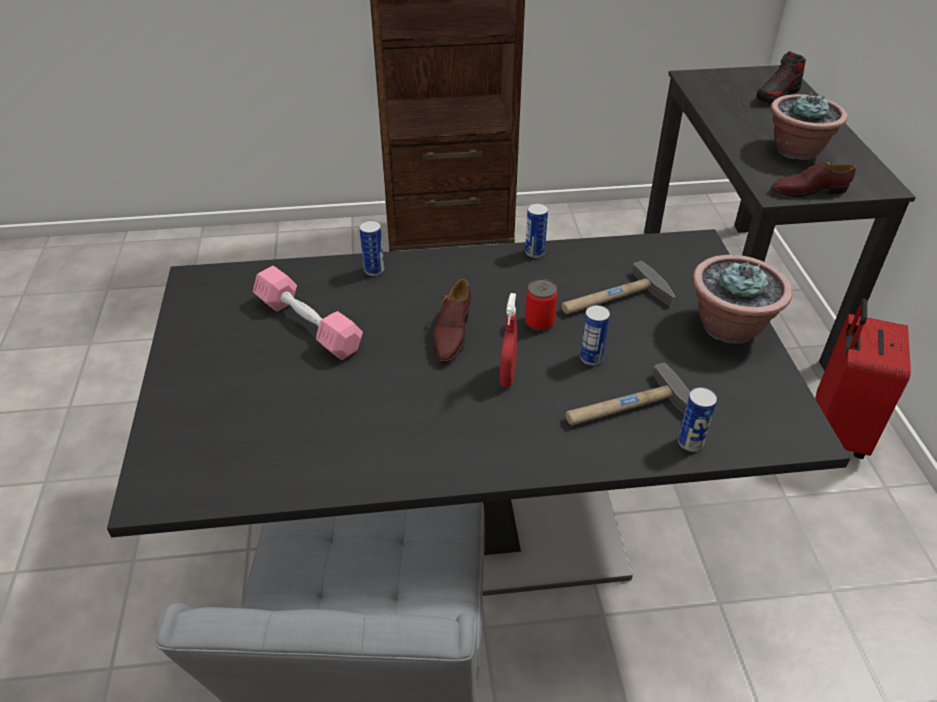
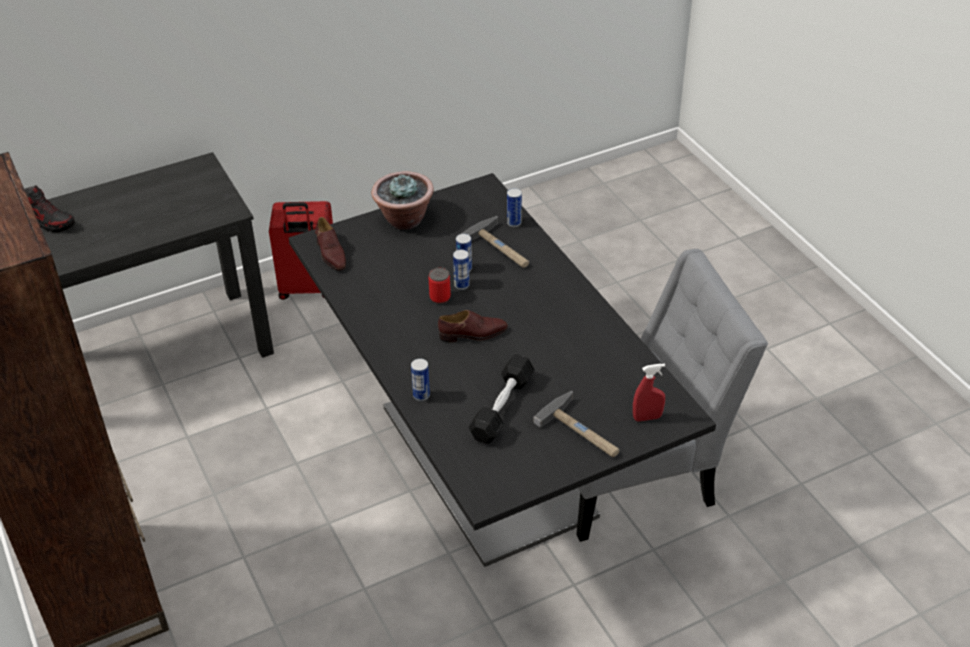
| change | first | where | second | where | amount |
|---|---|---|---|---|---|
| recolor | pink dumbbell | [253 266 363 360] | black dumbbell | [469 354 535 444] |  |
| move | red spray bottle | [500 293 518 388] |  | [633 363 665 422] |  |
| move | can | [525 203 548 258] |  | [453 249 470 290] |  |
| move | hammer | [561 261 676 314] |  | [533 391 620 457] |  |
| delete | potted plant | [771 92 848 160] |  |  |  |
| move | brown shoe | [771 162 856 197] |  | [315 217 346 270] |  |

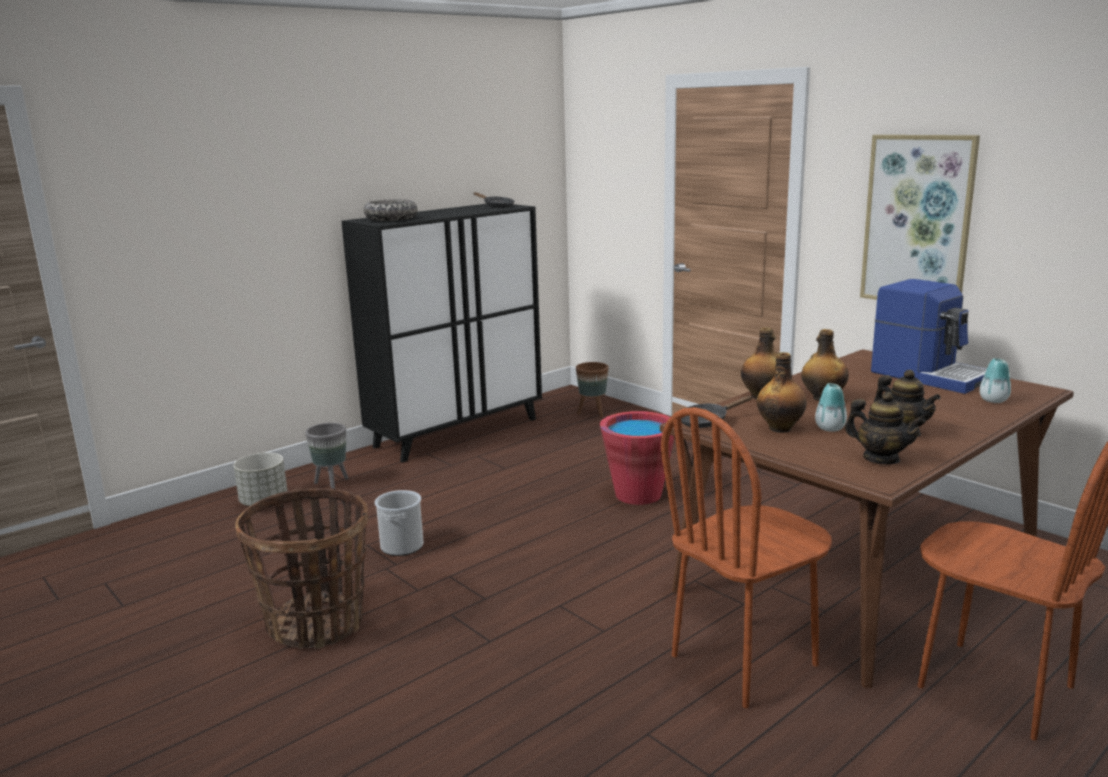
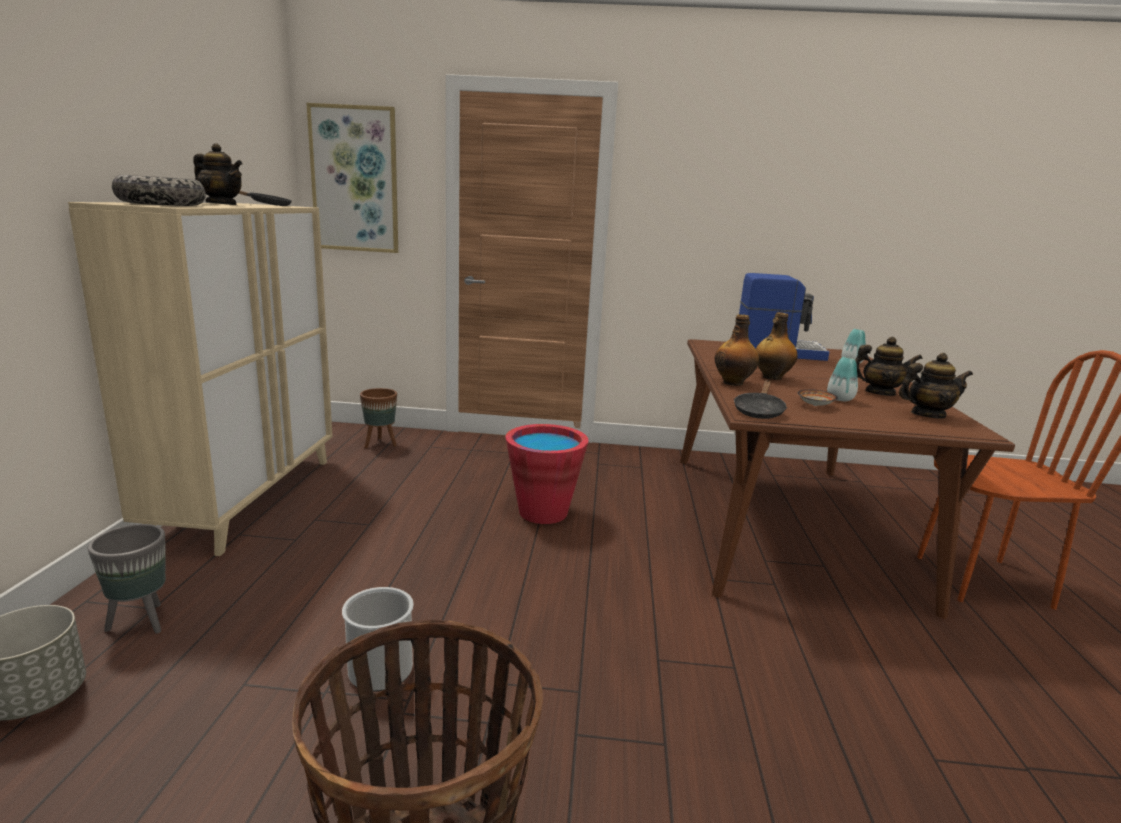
| change | first | where | second | where | amount |
|---|---|---|---|---|---|
| recolor | black cabinet | [342 204 542 463] | beige cabinet | [68 202 333 556] |  |
| delete | brown chair | [661 407 832 708] |  |  |  |
| replace | bottle | [757 352 807 433] | bowl | [798 389 838 406] |  |
| move | picture | [860 135 980 300] |  | [307 103 398 253] |  |
| insert |  |  | teapot | [193 143 242 205] |  |

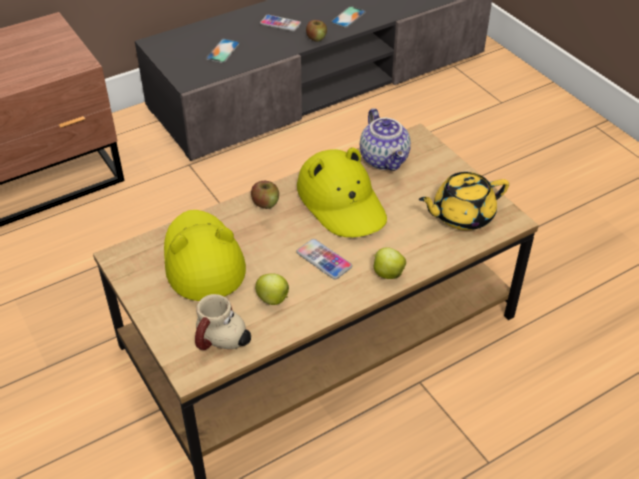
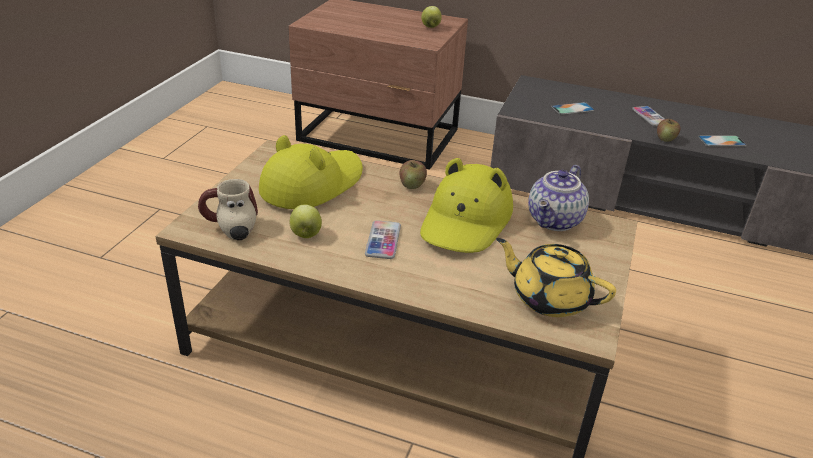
| change | first | where | second | where | amount |
|---|---|---|---|---|---|
| move | apple | [373 247 406 279] |  | [421 6 442 28] |  |

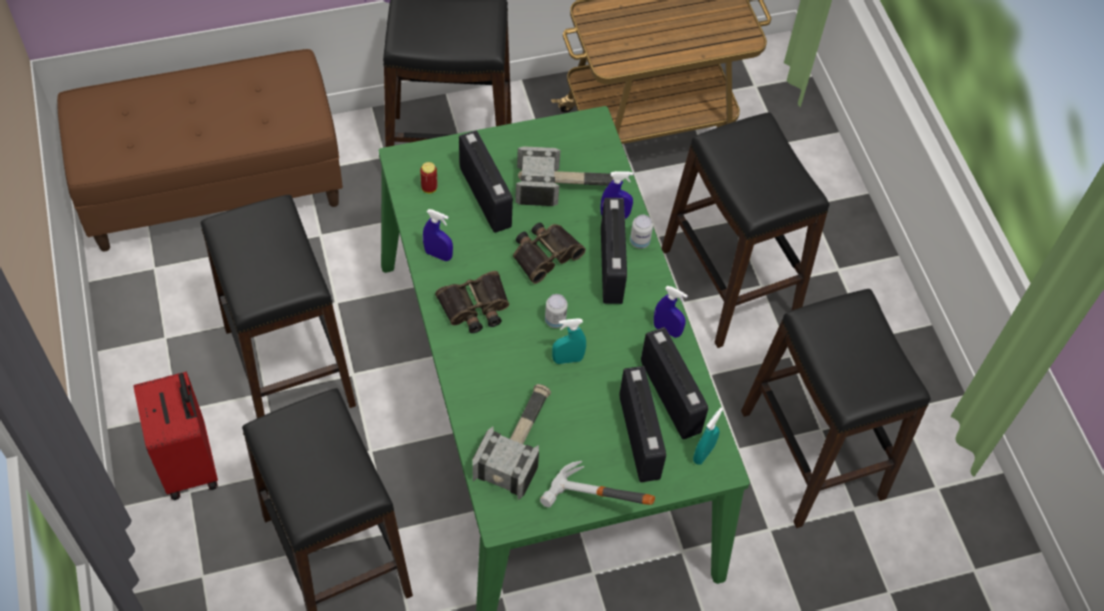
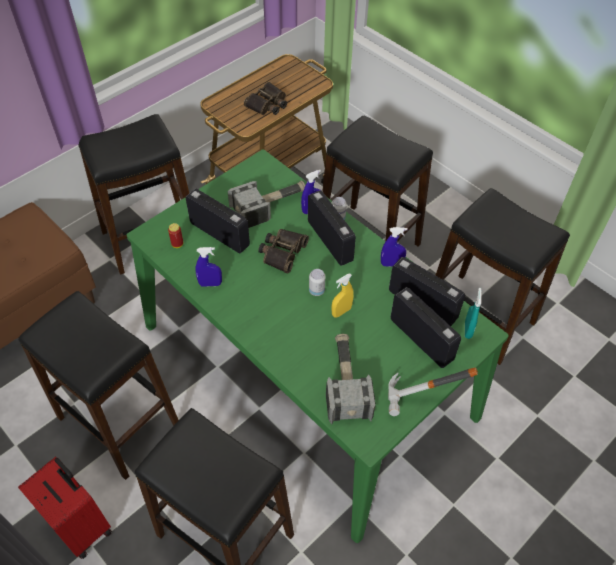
| change | first | where | second | where | amount |
|---|---|---|---|---|---|
| move | binoculars | [435 271 509 333] |  | [244 82 287 115] |  |
| recolor | turquoise spray bottle | [552 318 586 364] | yellow spray bottle | [331 274 354 318] |  |

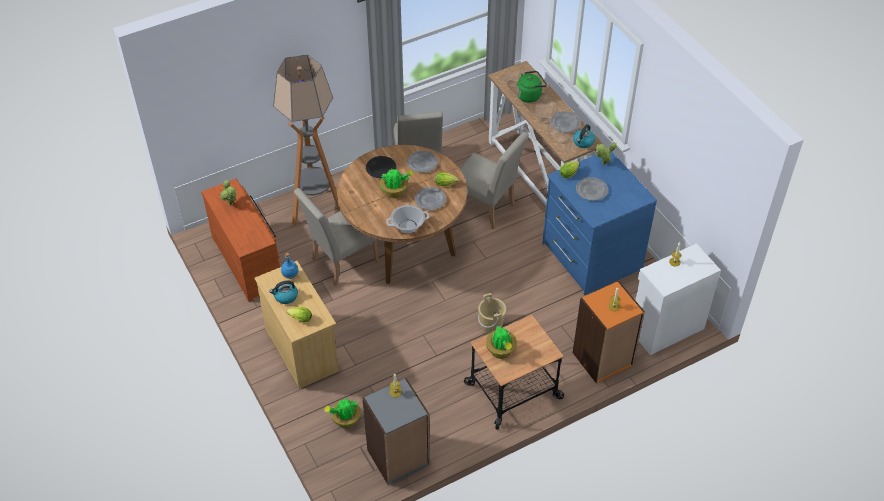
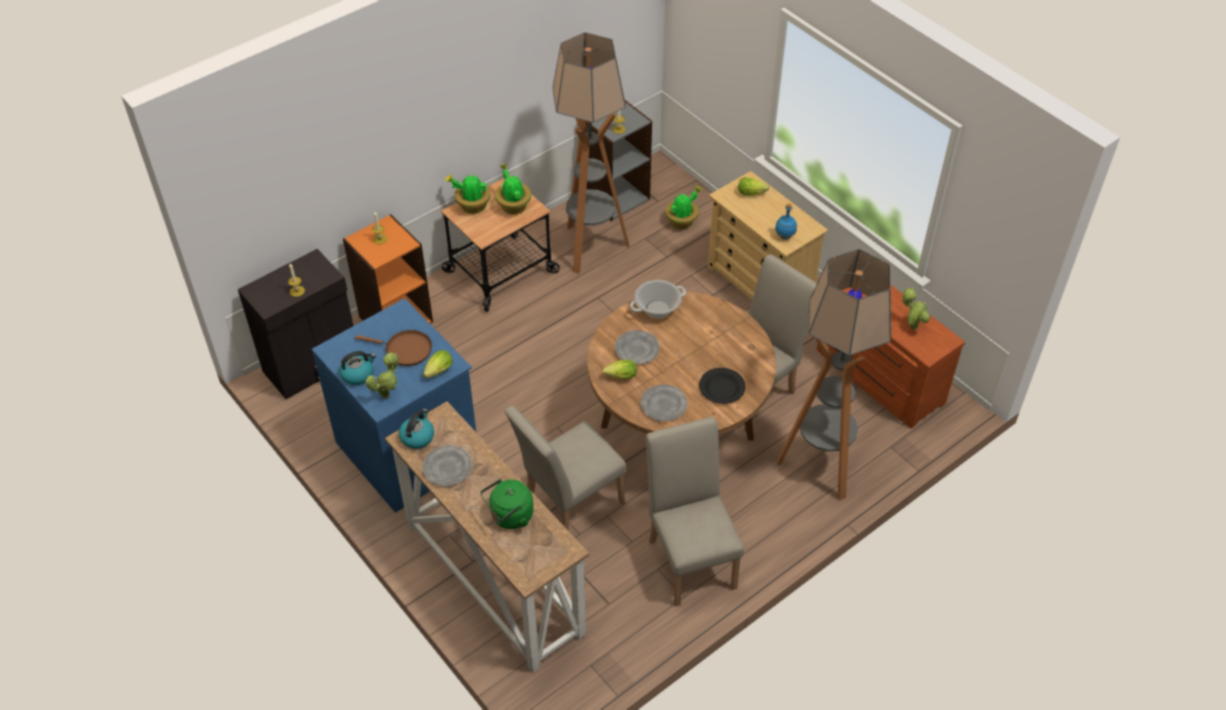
| change | first | where | second | where | amount |
|---|---|---|---|---|---|
| move | kettle | [269 280 298 304] |  | [339 351 376 385] |  |
| move | potted plant | [380 168 414 198] |  | [445 174 491 214] |  |
| rotate | beige chair | [459 132 529 229] |  | [504 406 626 530] | 60 degrees counterclockwise |
| delete | beige bucket | [478 293 506 333] |  |  |  |
| replace | grey plate | [576 177 608 201] | brown frying pan | [355 330 432 366] |  |
| recolor | white cabinet | [635 244 721 355] | black cabinet | [238 249 354 399] |  |
| insert |  |  | floor lamp | [552 32 630 273] |  |

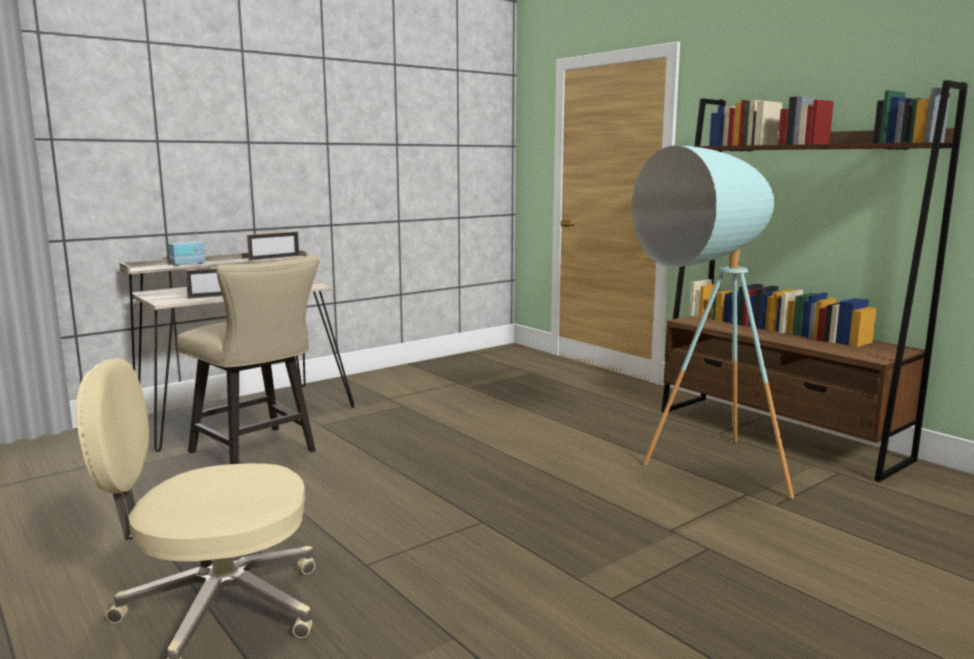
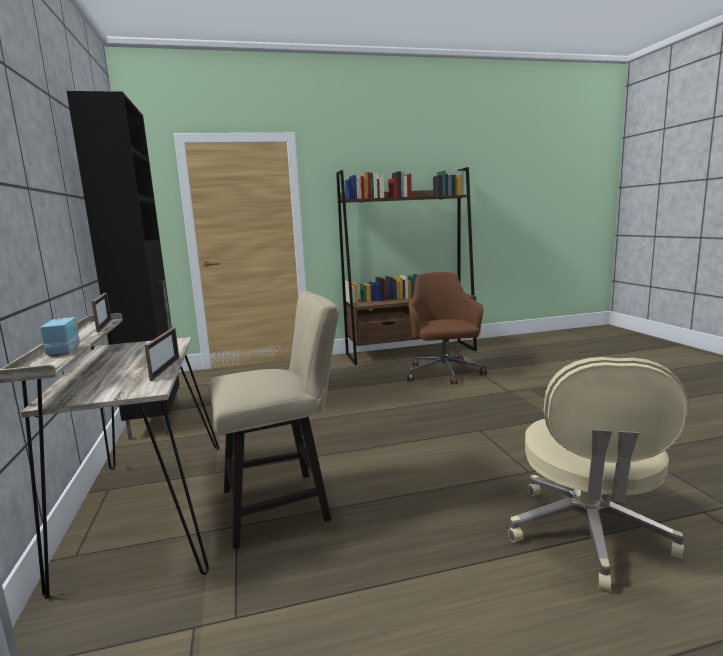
| change | first | where | second | where | amount |
|---|---|---|---|---|---|
| replace | turquoise floor lamp | [632 146 794 498] | brown office chair | [407 272 487 385] |  |
| insert |  |  | black cabinet | [67 91 180 440] |  |

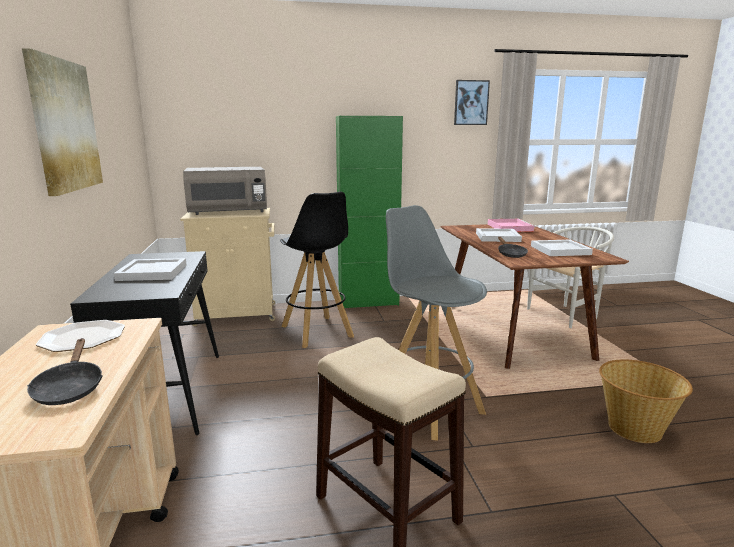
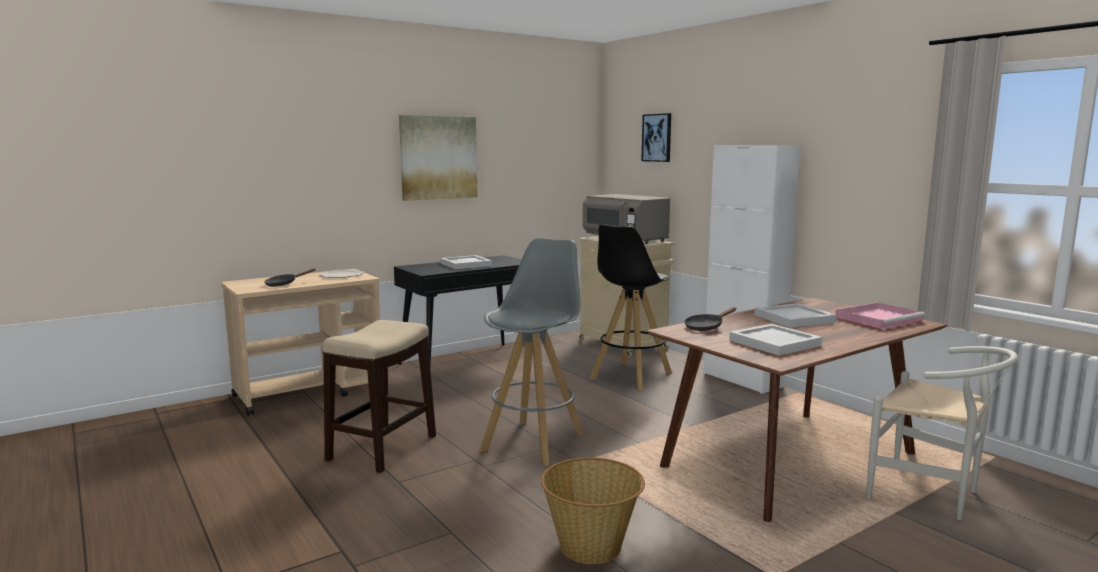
| change | first | where | second | where | amount |
|---|---|---|---|---|---|
| recolor | green cabinet | [336 116 403 308] | white cabinet | [704 145 801 394] |  |
| move | picture | [454 80 490 125] |  | [641 113 671 162] |  |

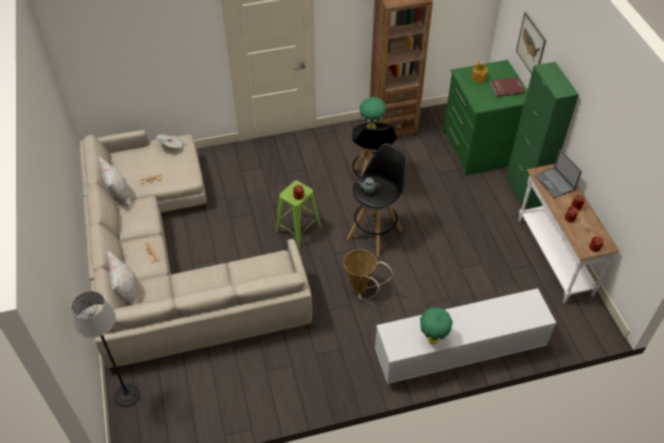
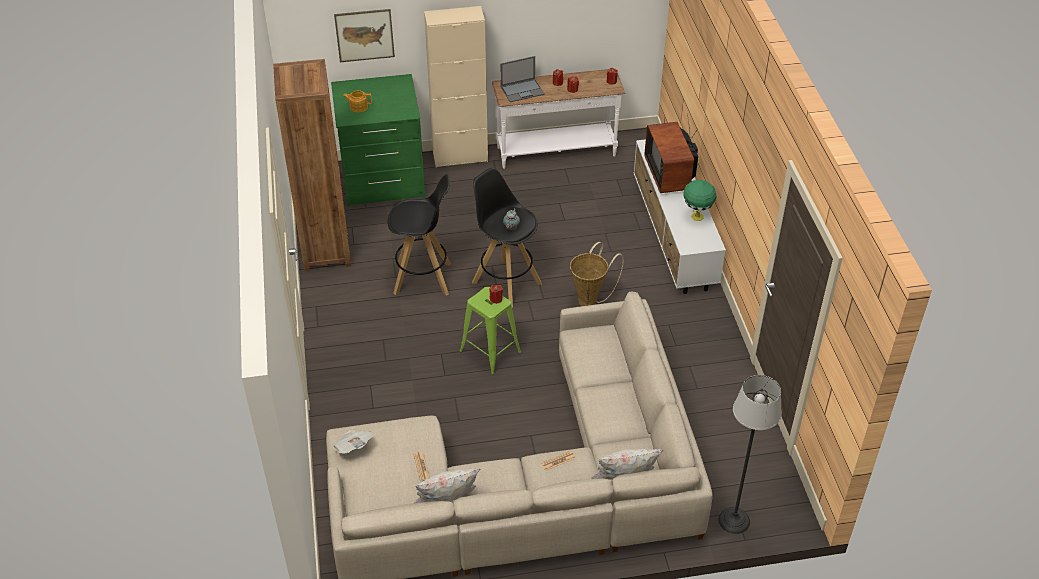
| change | first | where | second | where | amount |
|---|---|---|---|---|---|
| delete | green table lamp | [360 97 386 129] |  |  |  |
| delete | red book | [490 77 525 97] |  |  |  |
| recolor | green cabinet | [506 62 579 210] | beige cabinet | [424 6 488 168] |  |
| insert |  |  | television | [644 114 698 193] |  |

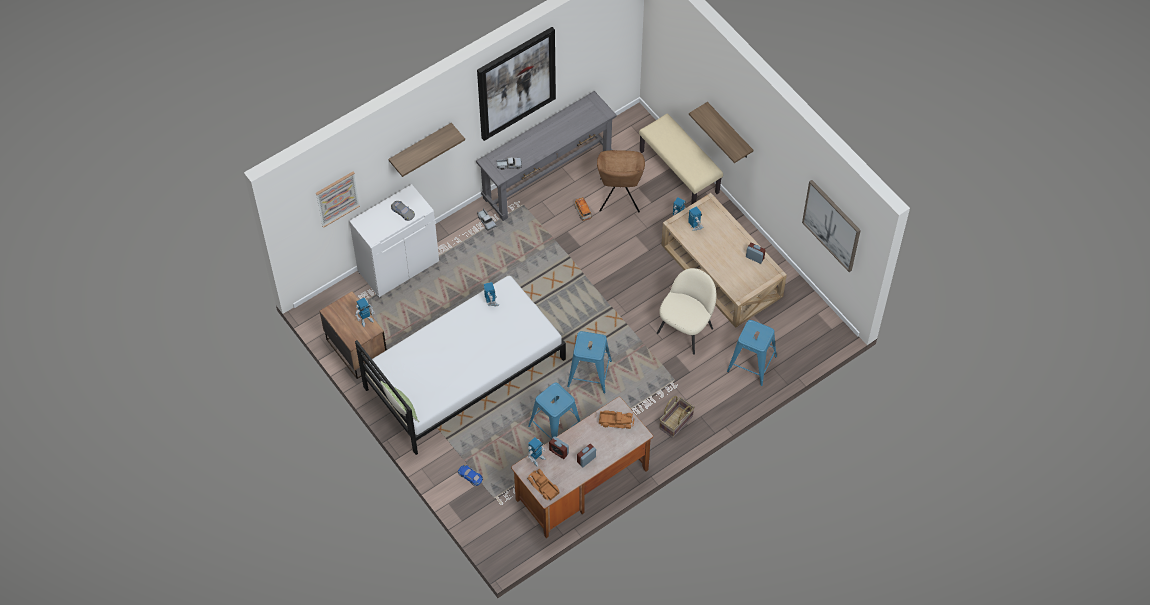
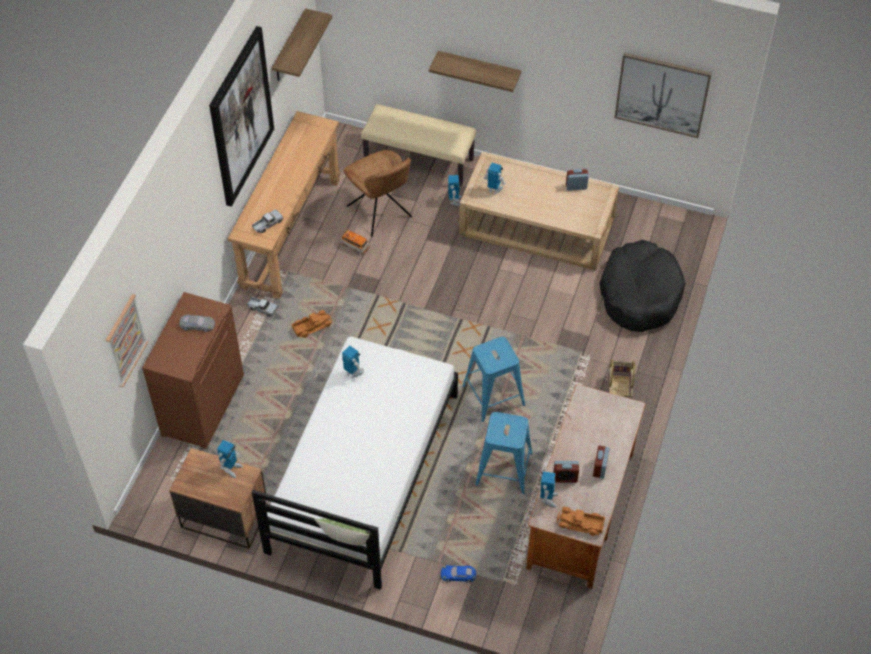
| change | first | where | second | where | amount |
|---|---|---|---|---|---|
| recolor | white cabinet | [349 184 439 297] | brown cabinet | [142 292 244 449] |  |
| move | shelf | [389 123 465 177] |  | [272 8 332 81] |  |
| recolor | grey console table | [476 91 617 221] | brown console table | [228 111 340 299] |  |
| move | toy truck | [599 410 634 429] |  | [292 310 332 338] |  |
| delete | beige chair | [657 268 716 355] |  |  |  |
| replace | blue stool | [727 320 777 386] | black dog bed | [599 240 686 332] |  |

